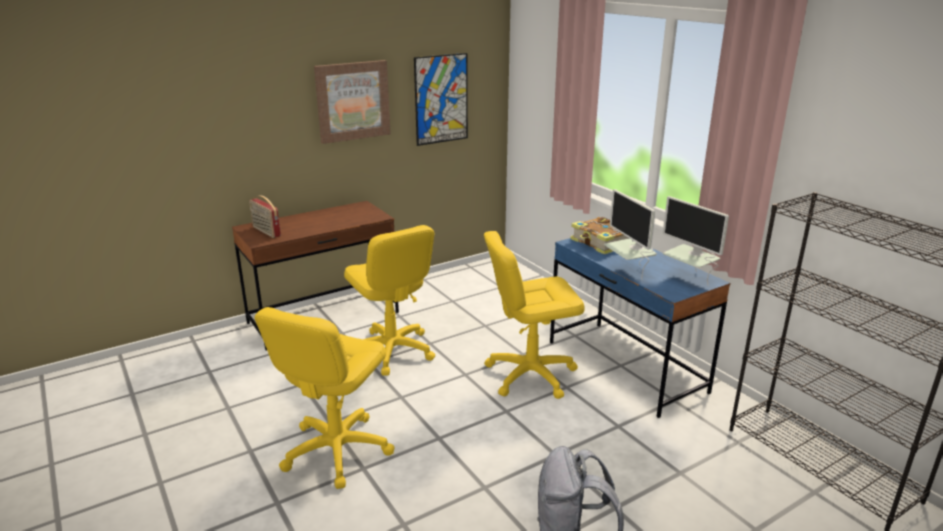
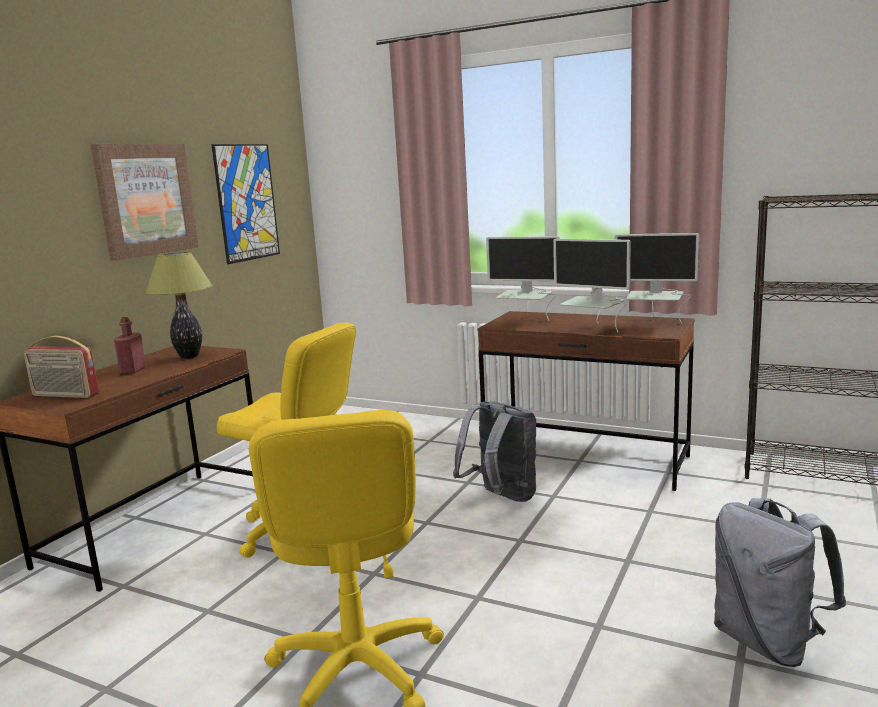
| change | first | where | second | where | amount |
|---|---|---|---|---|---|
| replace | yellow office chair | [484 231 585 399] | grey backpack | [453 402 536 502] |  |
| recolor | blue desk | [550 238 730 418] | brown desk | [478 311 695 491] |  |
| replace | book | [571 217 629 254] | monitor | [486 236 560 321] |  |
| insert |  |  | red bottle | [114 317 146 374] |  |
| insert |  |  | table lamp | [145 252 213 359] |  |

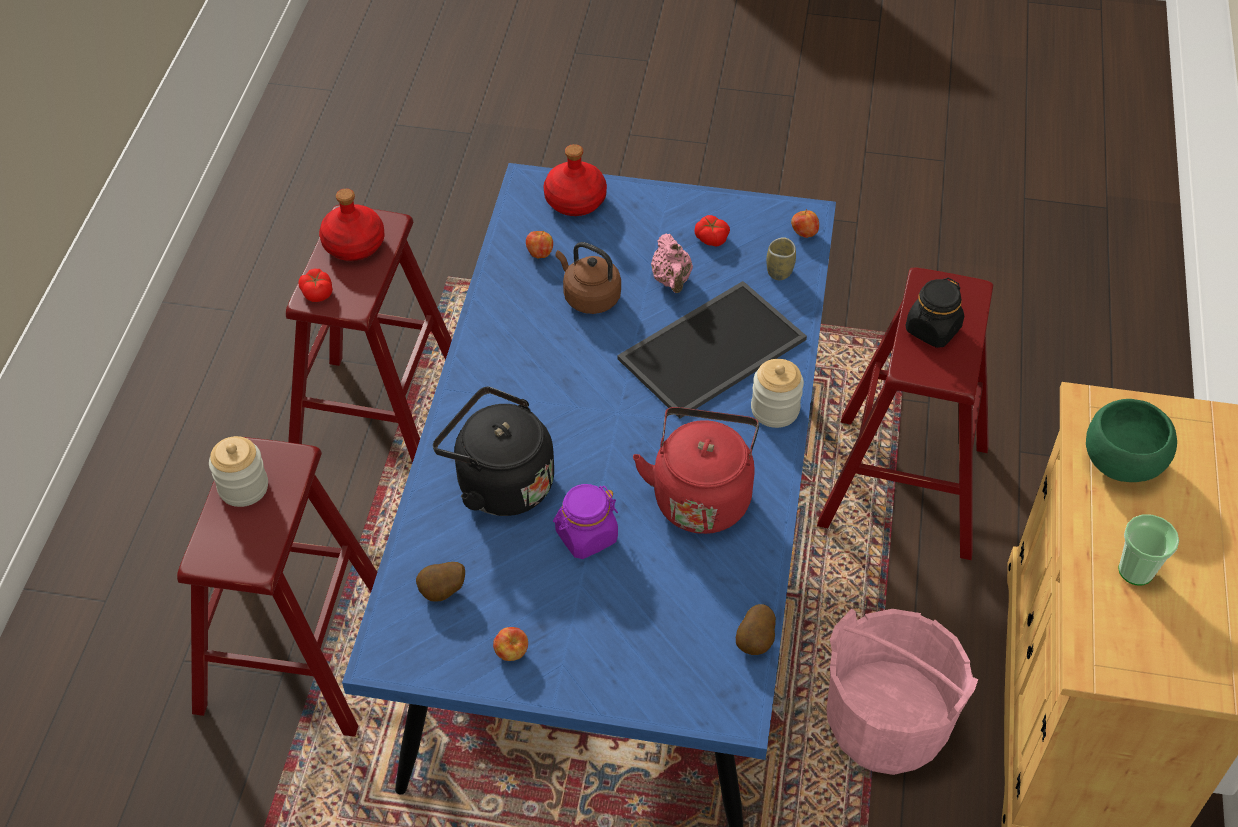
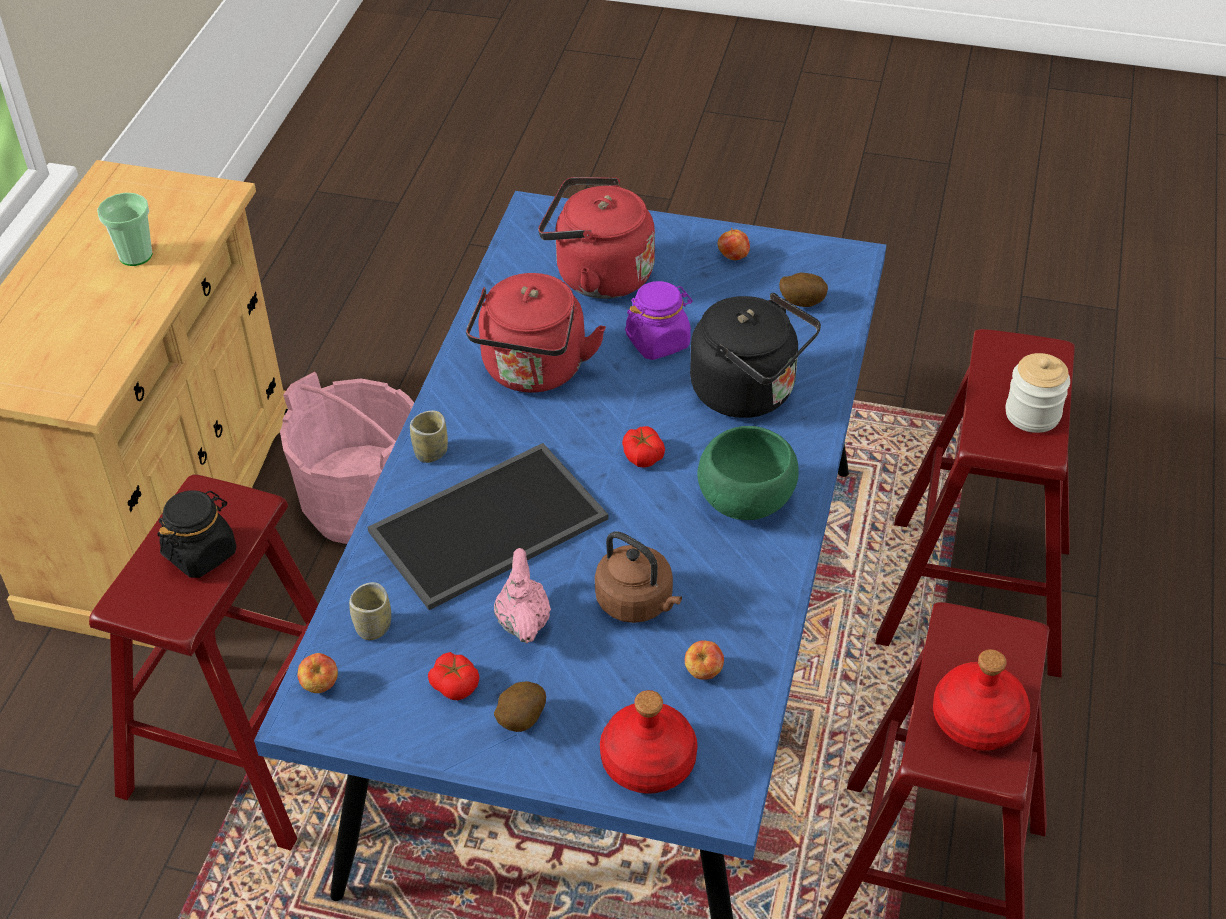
| change | first | where | second | where | amount |
|---|---|---|---|---|---|
| move | tomato | [298 269 333 302] |  | [622 426 665 468] |  |
| move | potato | [736 604 776 655] |  | [494 681 546 732] |  |
| replace | jar | [751 359 804 428] | cup | [410 411 448 463] |  |
| move | green bowl | [1086 399 1177 482] |  | [697 426 799 520] |  |
| insert |  |  | red kettle | [538 177 655 299] |  |

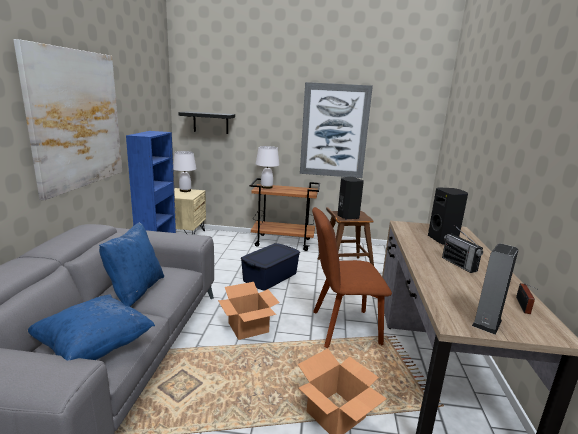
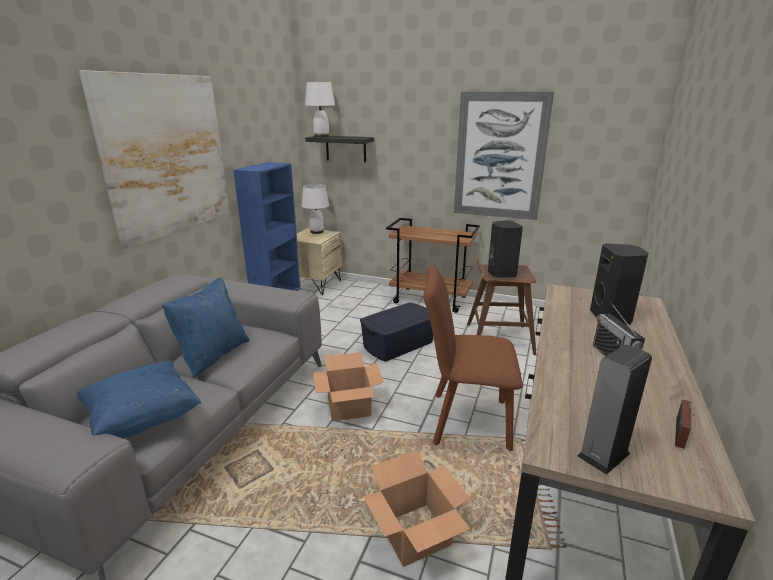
| change | first | where | second | where | amount |
|---|---|---|---|---|---|
| move | white table lamp | [256 146 279 189] |  | [305 82 335 137] |  |

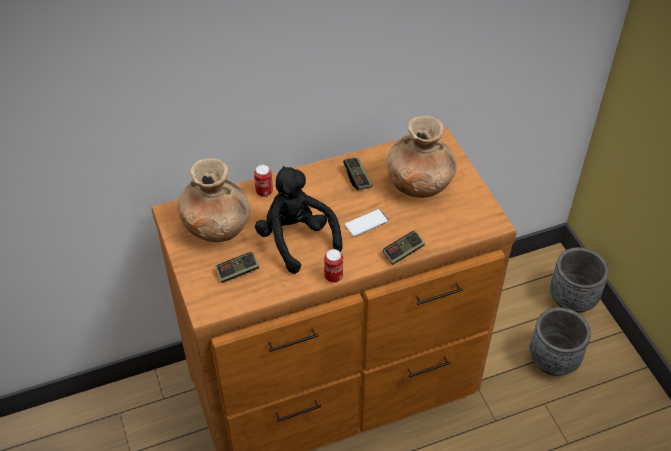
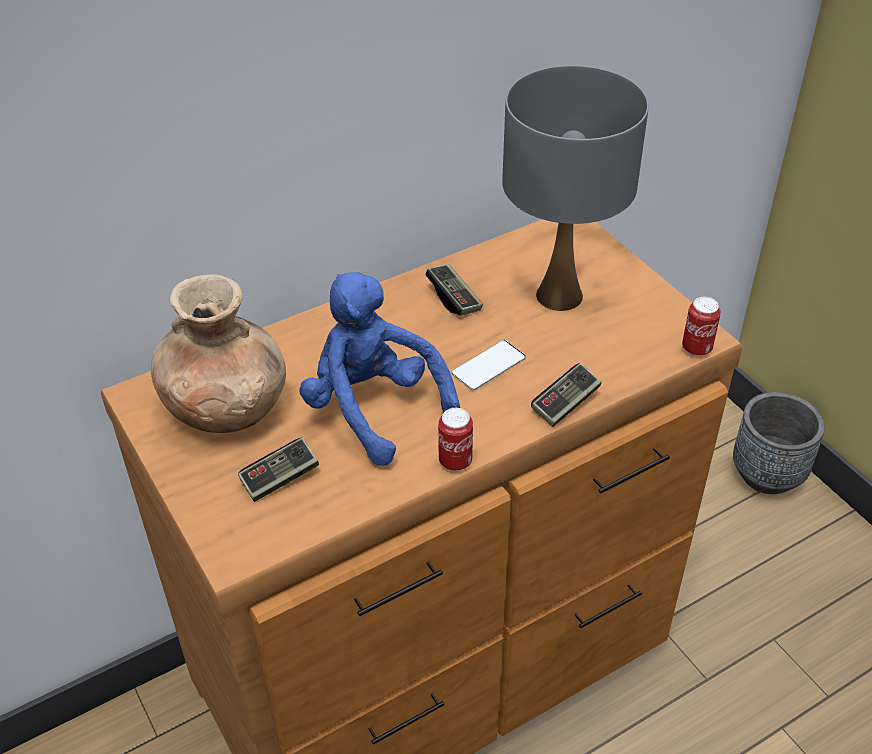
| change | first | where | second | where | amount |
|---|---|---|---|---|---|
| move | can | [254 165 273 197] |  | [682 297 721 356] |  |
| recolor | black plush toy | [255 166 343 274] | blue plush toy | [300 272 460 466] |  |
| replace | brown vase | [386 116 457 198] | grey table lamp | [502 66 649 311] |  |
| delete | grey planter | [529 307 591 376] |  |  |  |

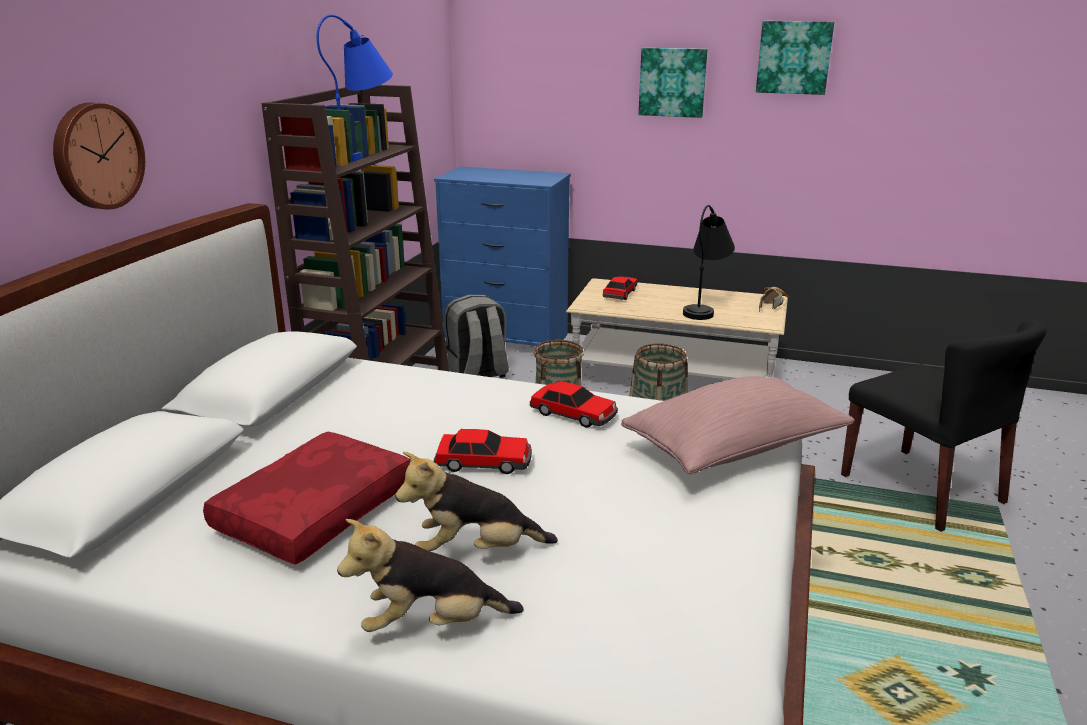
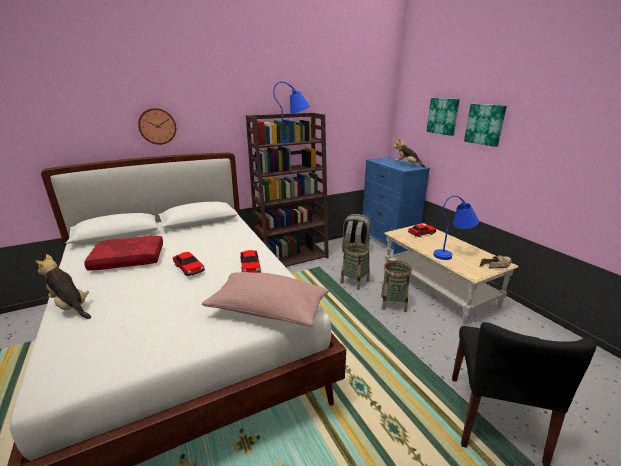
| change | first | where | second | where | amount |
|---|---|---|---|---|---|
| move | plush toy | [395 452 558 551] |  | [393 138 426 168] |  |
| recolor | black table lamp | [683 205 735 320] | blue table lamp | [433 195 479 260] |  |
| move | picture | [756 21 834 95] |  | [426 98 460 136] |  |

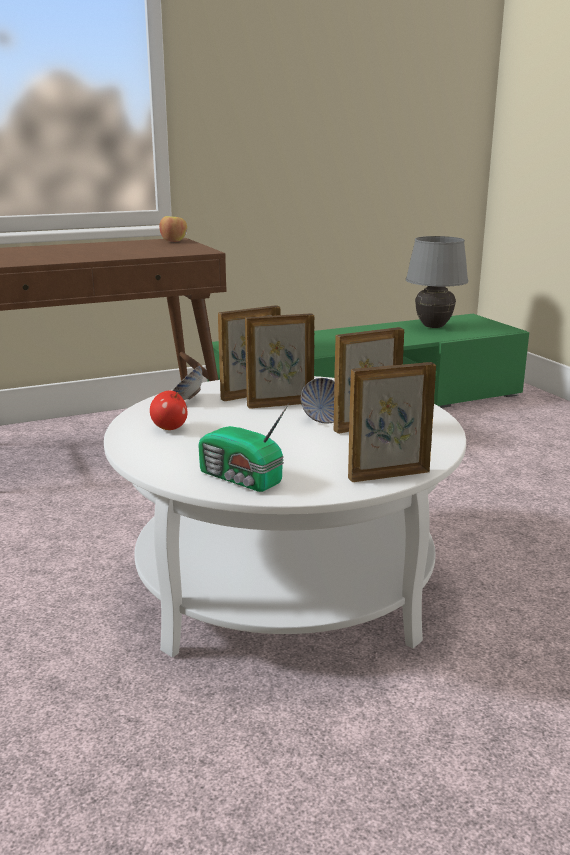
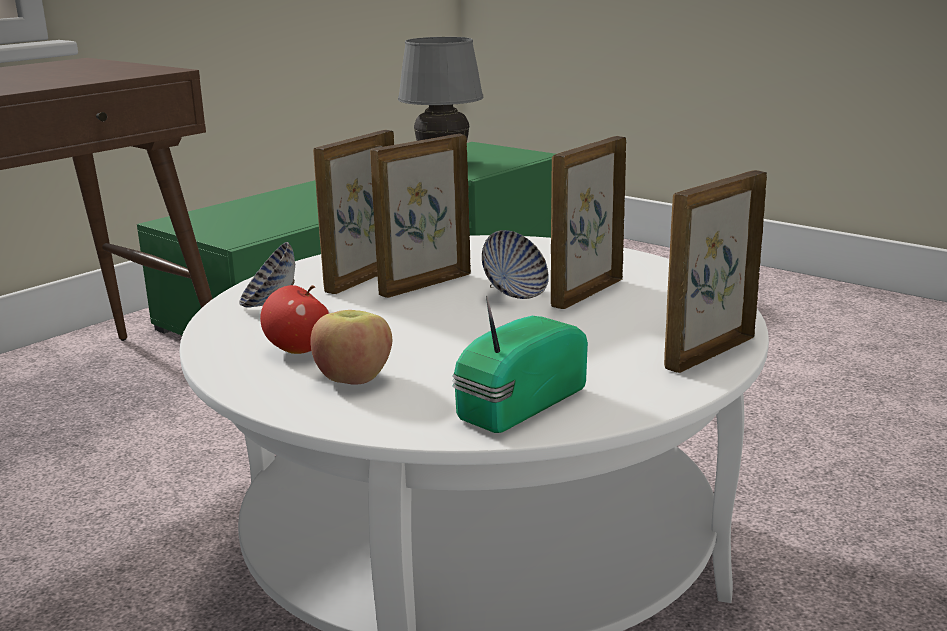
| change | first | where | second | where | amount |
|---|---|---|---|---|---|
| move | apple | [159 216 187 242] |  | [310 310 392 385] |  |
| rotate | radio | [198 403 289 492] |  | [452 296 588 433] | 120 degrees clockwise |

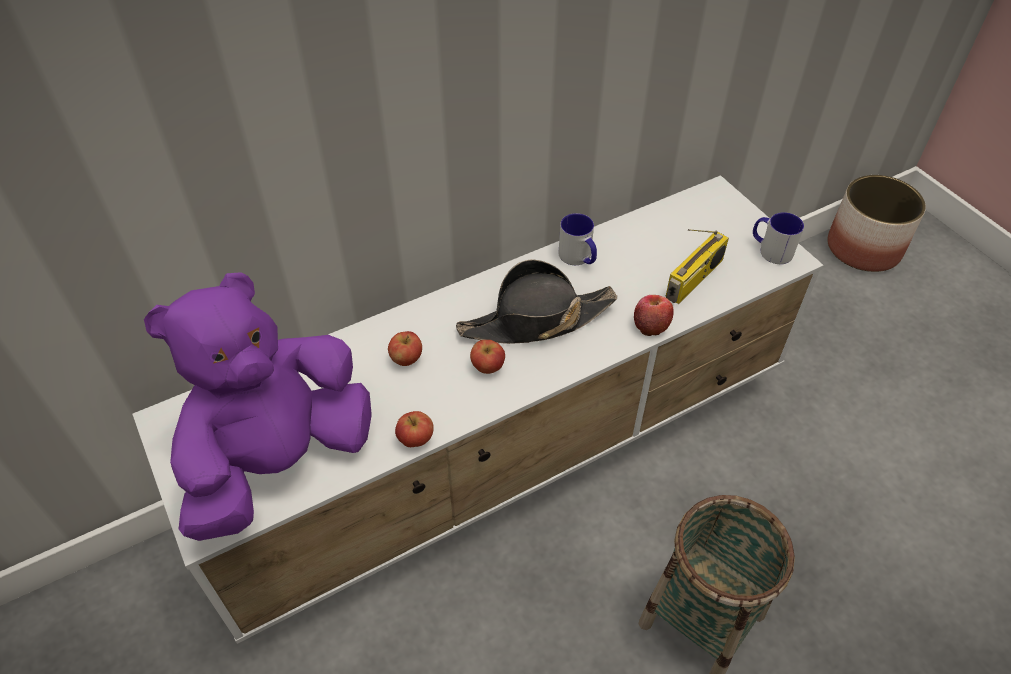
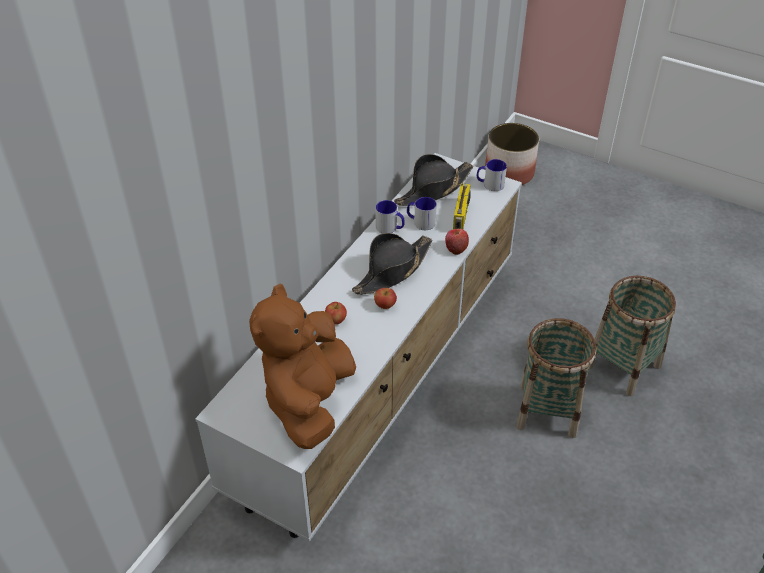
| change | first | where | second | where | amount |
|---|---|---|---|---|---|
| recolor | purple plush toy | [144 272 372 541] | brown plush toy | [249 284 356 449] |  |
| delete | apple | [395 411 434 447] |  |  |  |
| insert |  |  | black hat | [394 154 473 206] |  |
| insert |  |  | mug | [407 197 437 230] |  |
| insert |  |  | basket | [589 276 676 396] |  |

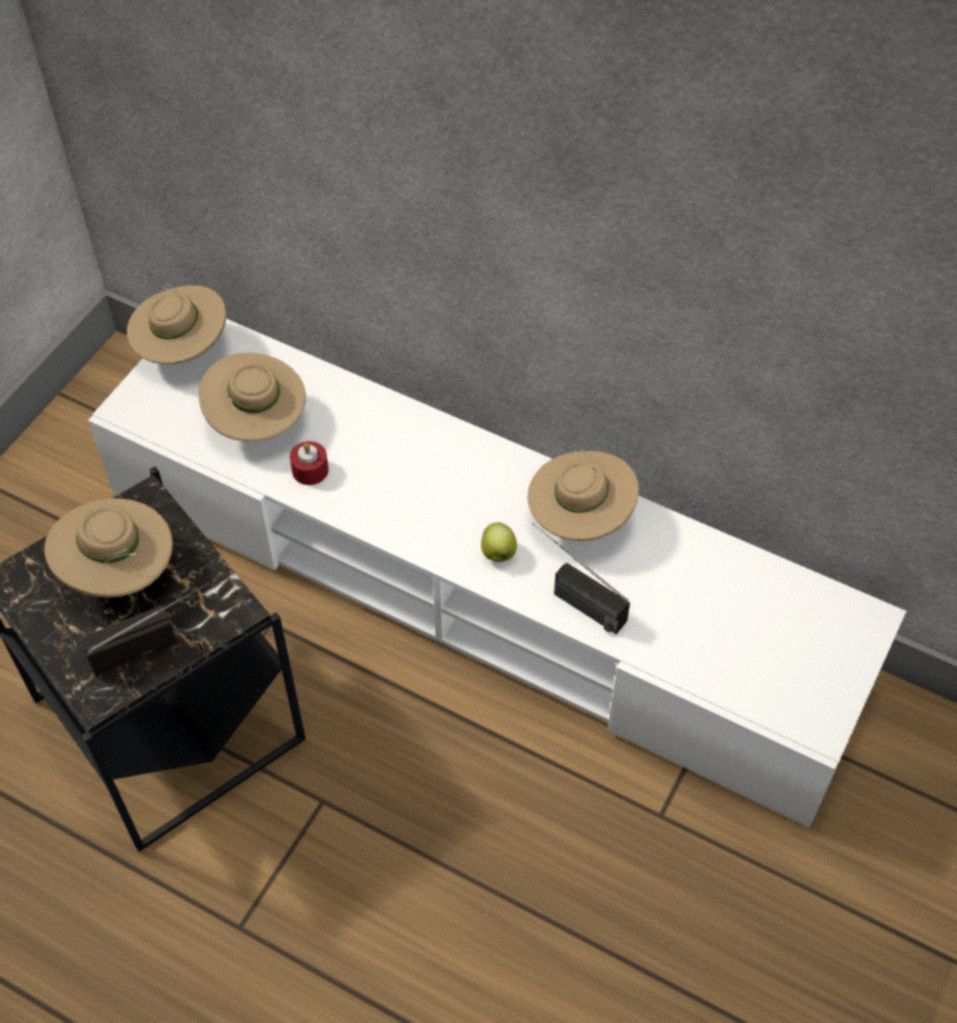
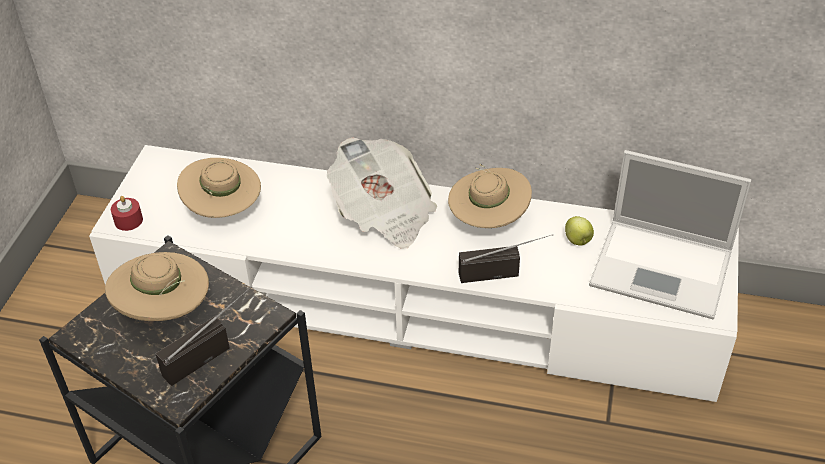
| change | first | where | second | where | amount |
|---|---|---|---|---|---|
| delete | beige hat | [127 282 226 364] |  |  |  |
| move | red candle | [290 441 329 485] |  | [111 196 143 231] |  |
| move | apple | [481 522 517 562] |  | [565 216 594 246] |  |
| rotate | radio | [532 523 630 634] |  | [459 234 553 283] | 150 degrees clockwise |
| insert |  |  | newspaper | [327 137 438 249] |  |
| insert |  |  | laptop | [589 150 751 319] |  |

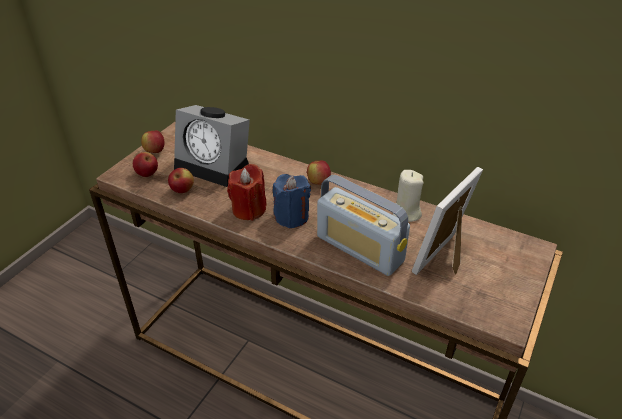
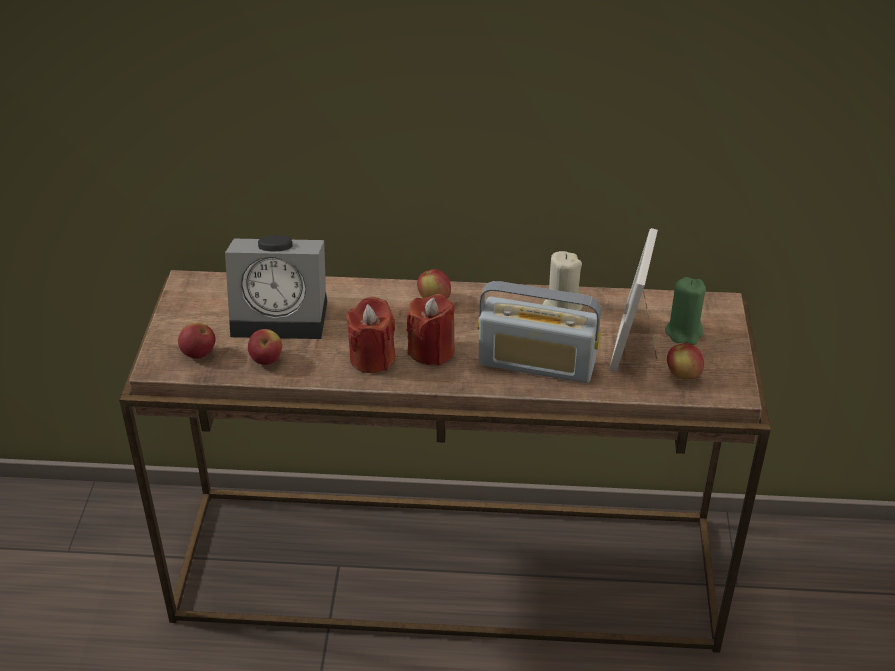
| change | first | where | second | where | amount |
|---|---|---|---|---|---|
| move | apple | [141 130 165 153] |  | [667 343 704 379] |  |
| recolor | blue candle | [273 174 311 228] | red candle | [407 294 455 366] |  |
| insert |  |  | green candle | [665 277 706 345] |  |

